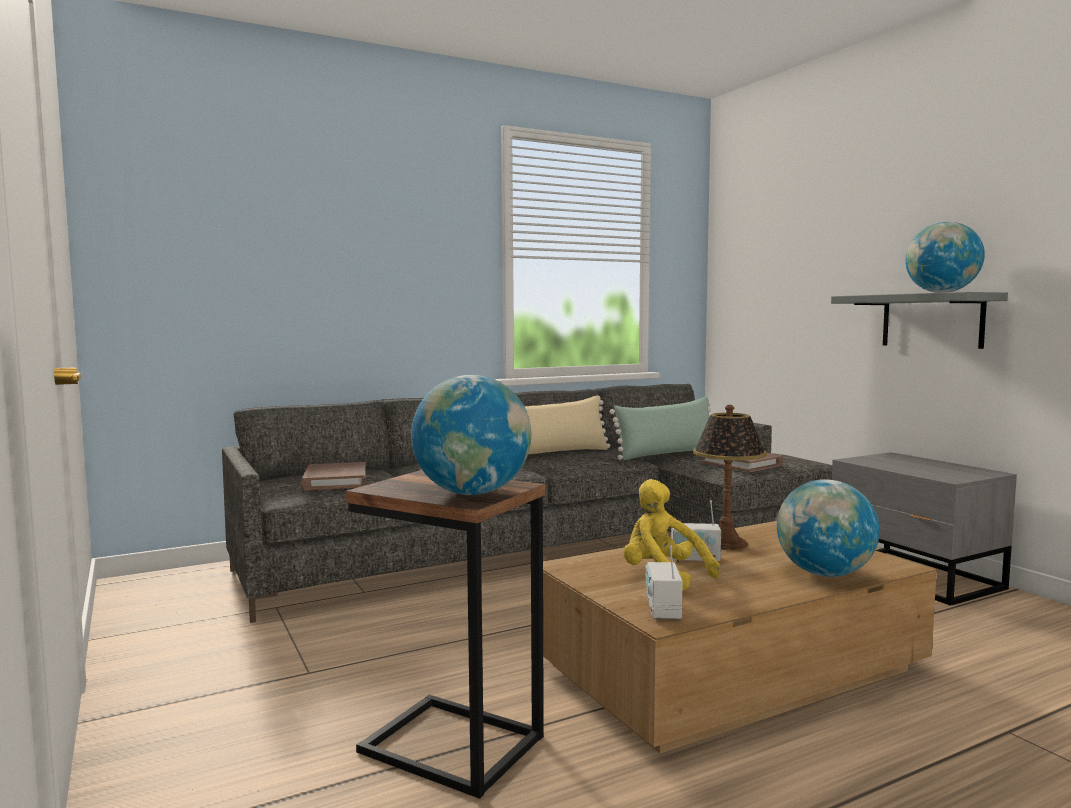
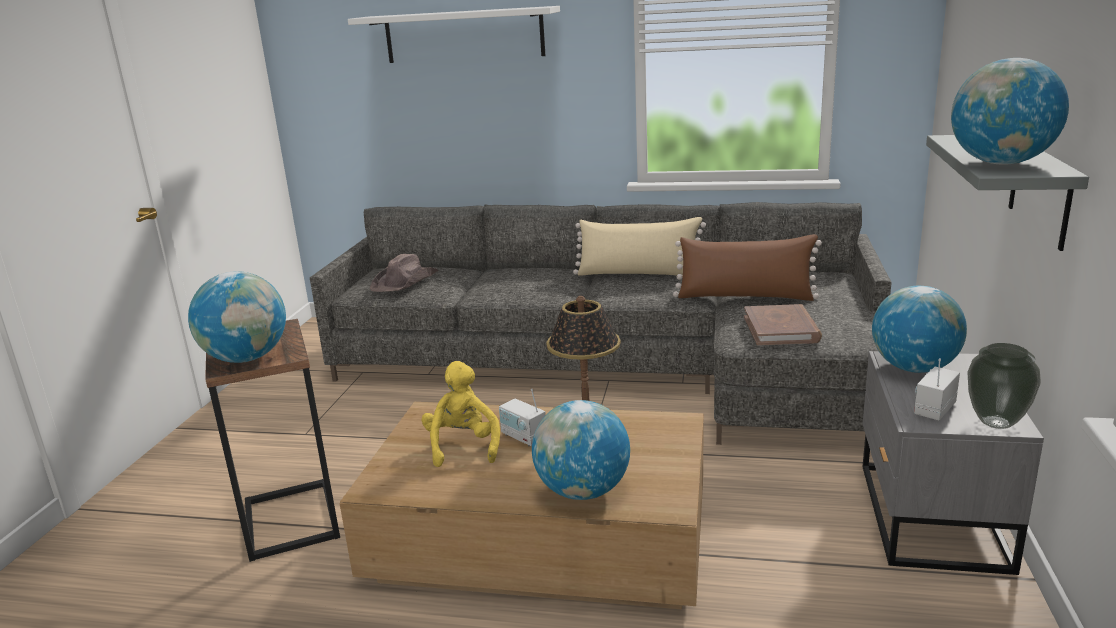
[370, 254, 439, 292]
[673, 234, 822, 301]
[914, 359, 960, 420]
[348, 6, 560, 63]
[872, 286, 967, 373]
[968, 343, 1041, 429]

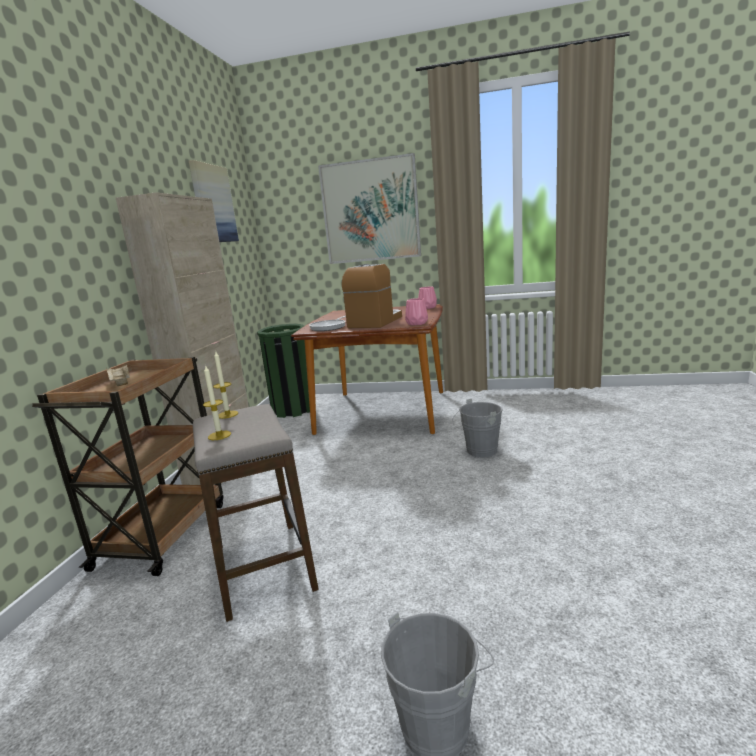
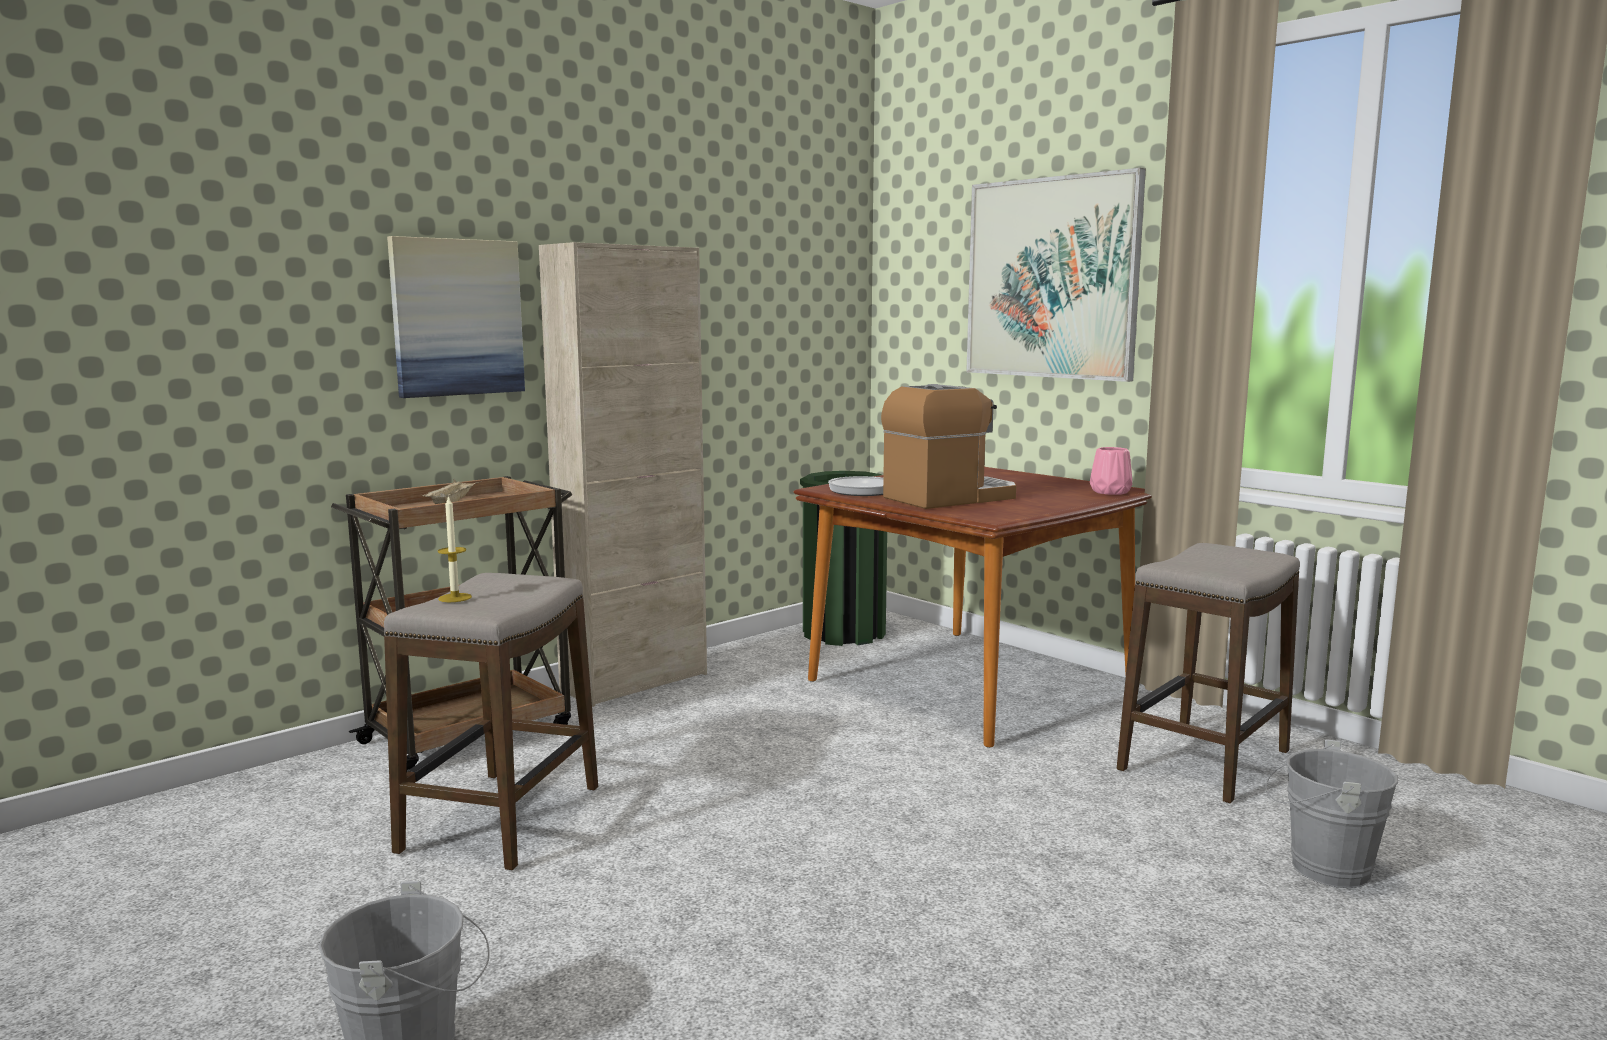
[387, 236, 525, 398]
[213, 350, 238, 419] (first image)
[405, 298, 428, 325] (first image)
[1265, 739, 1398, 888]
[1117, 543, 1300, 803]

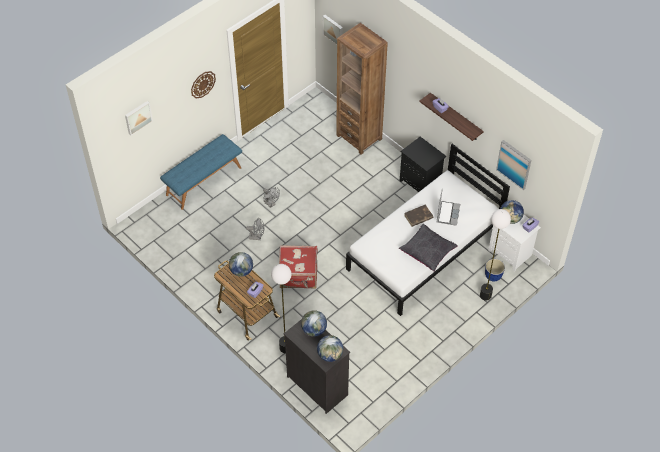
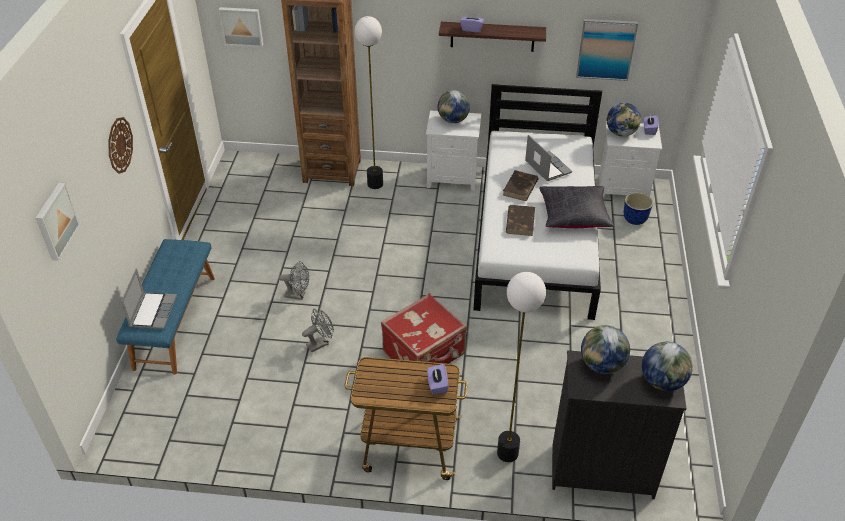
[438, 90, 470, 123]
[426, 110, 481, 191]
[355, 16, 383, 189]
[121, 268, 177, 329]
[506, 205, 535, 236]

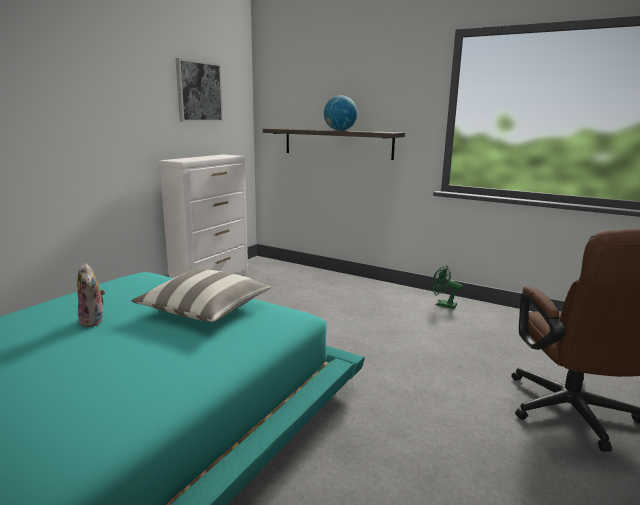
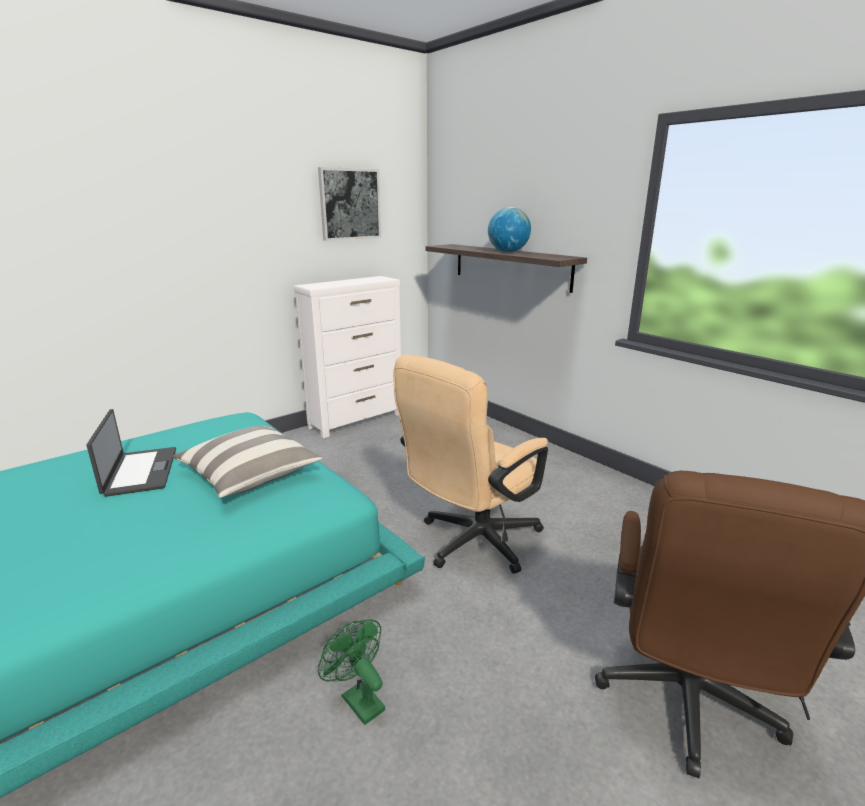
[87, 409, 176, 497]
[318, 619, 385, 725]
[393, 354, 548, 574]

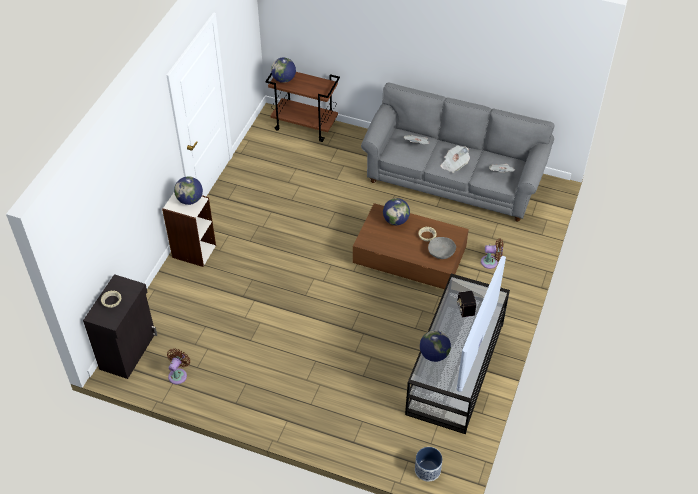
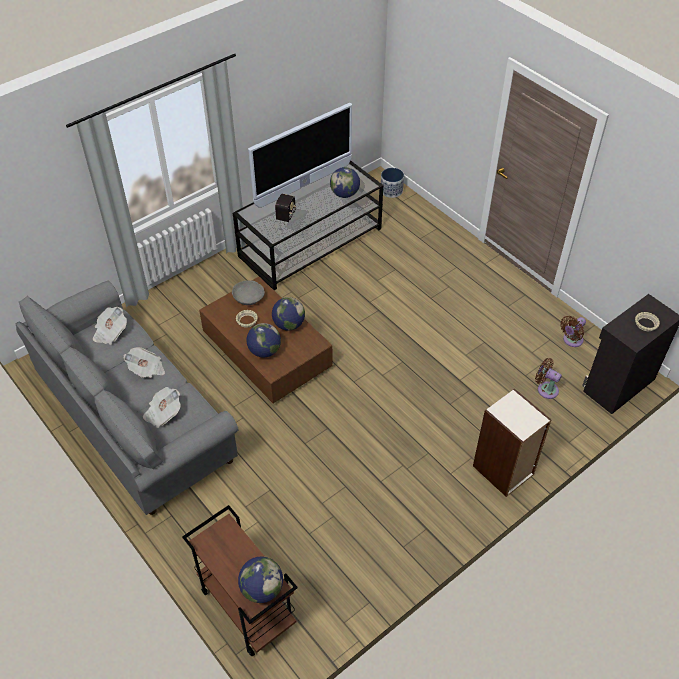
[272, 297, 305, 331]
[535, 358, 562, 399]

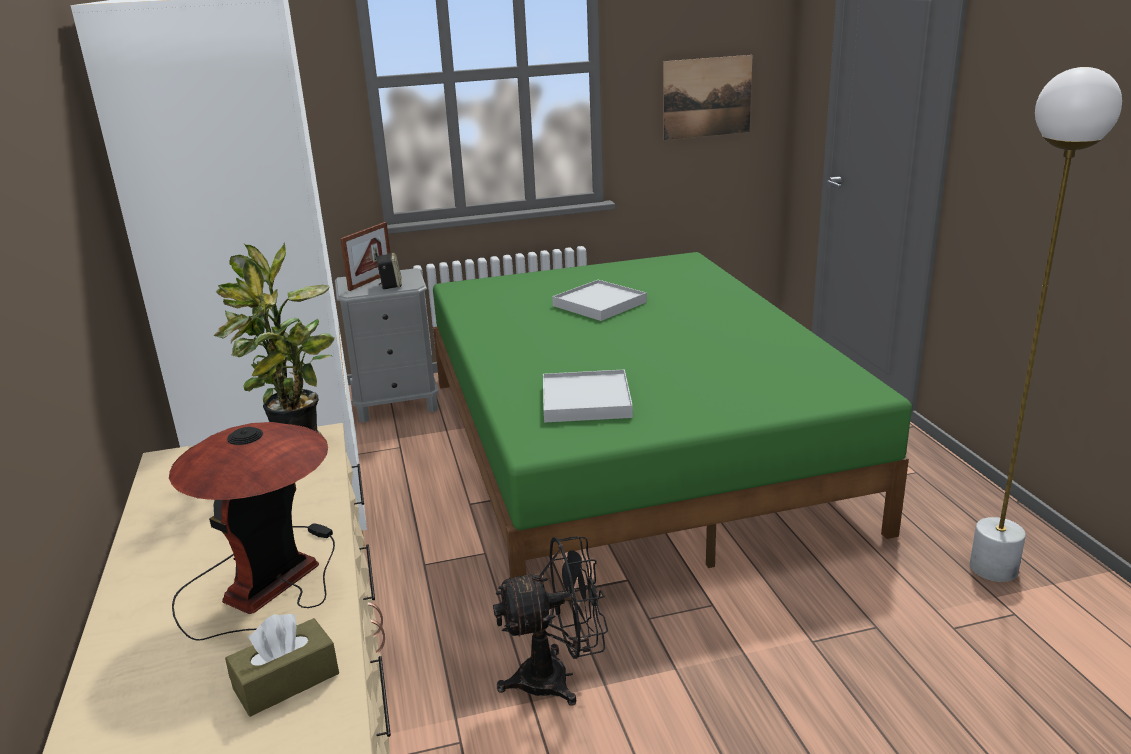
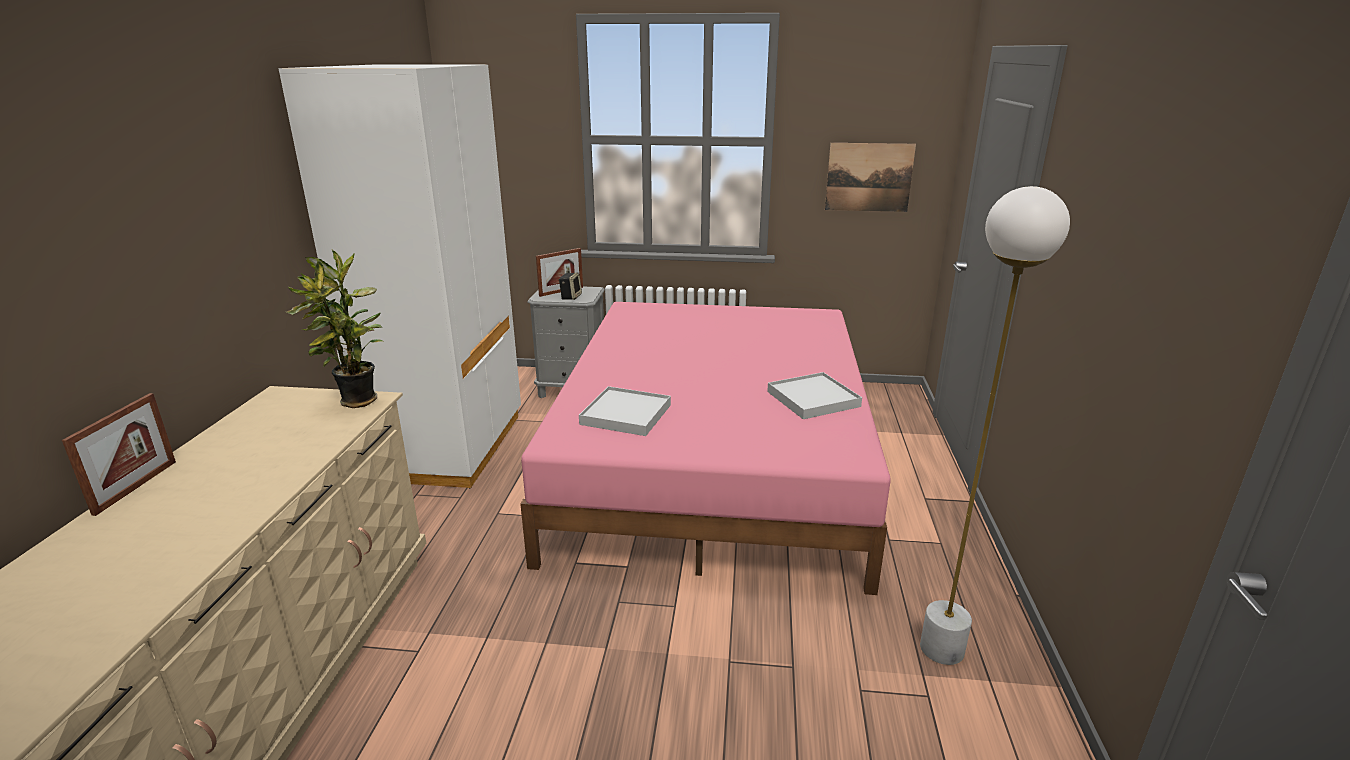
[169, 422, 335, 641] (first image)
[225, 614, 339, 717] (first image)
[520, 302, 891, 595]
[493, 536, 608, 706] (first image)
[767, 372, 862, 419]
[62, 393, 176, 516]

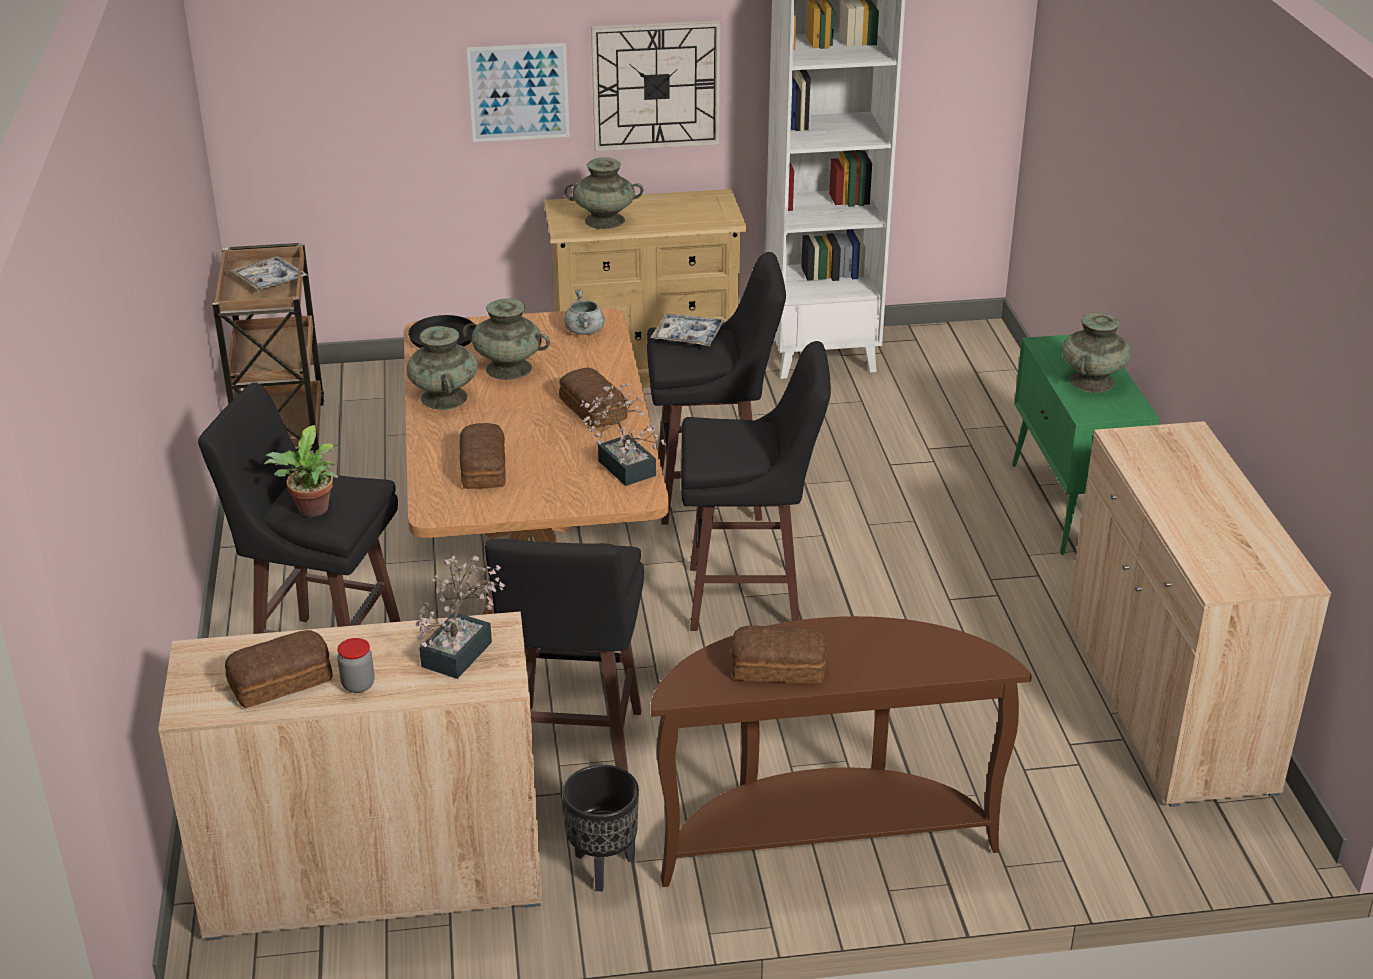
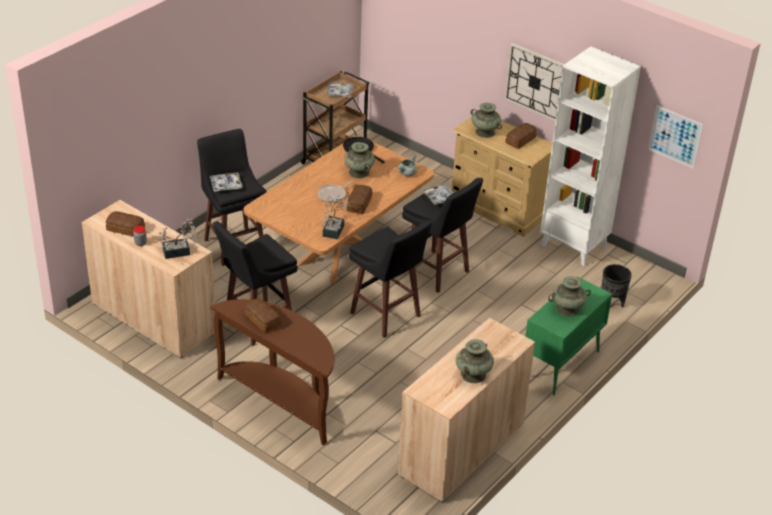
[210, 172, 243, 192]
[456, 339, 494, 383]
[506, 123, 536, 149]
[648, 106, 703, 169]
[601, 264, 632, 307]
[318, 181, 353, 202]

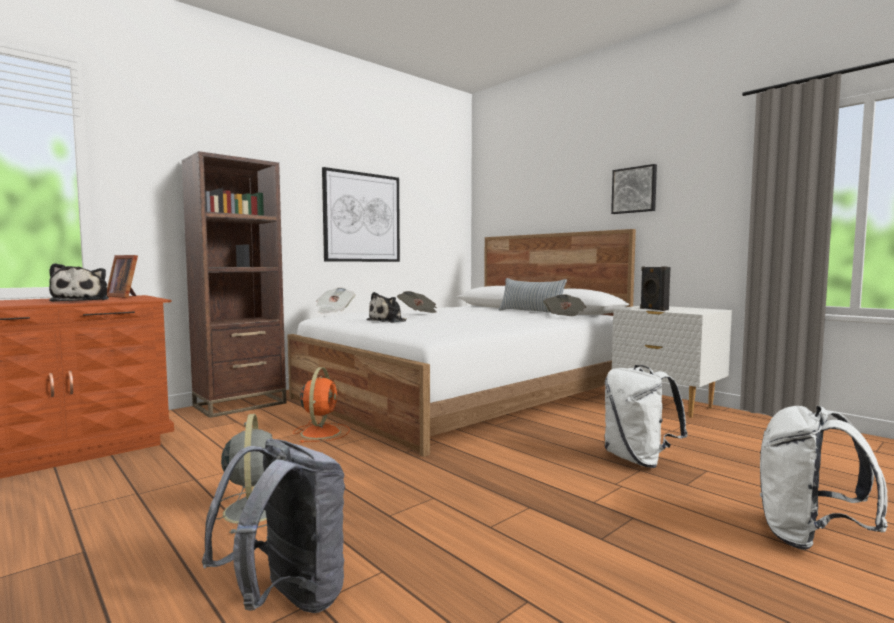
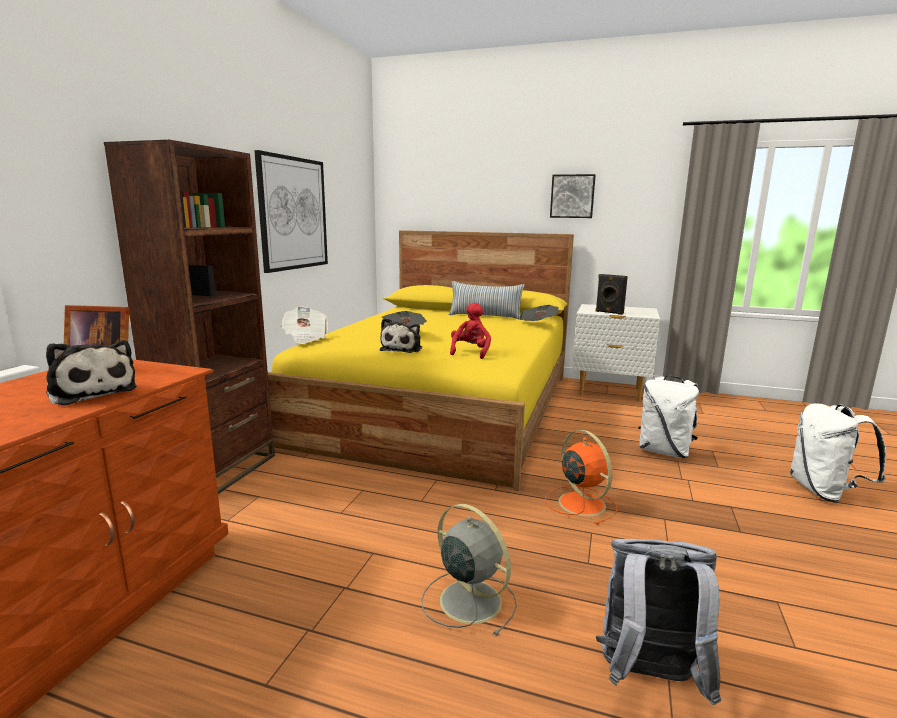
[267, 230, 574, 491]
[545, 430, 617, 525]
[450, 303, 491, 359]

